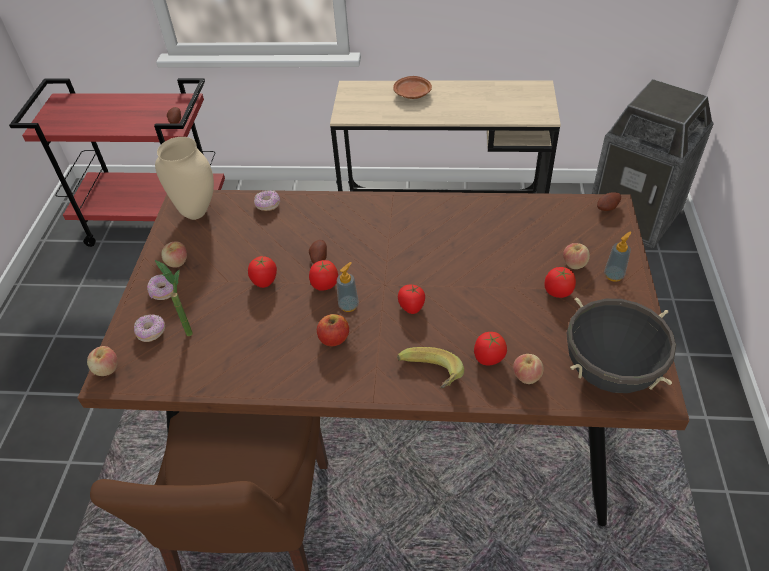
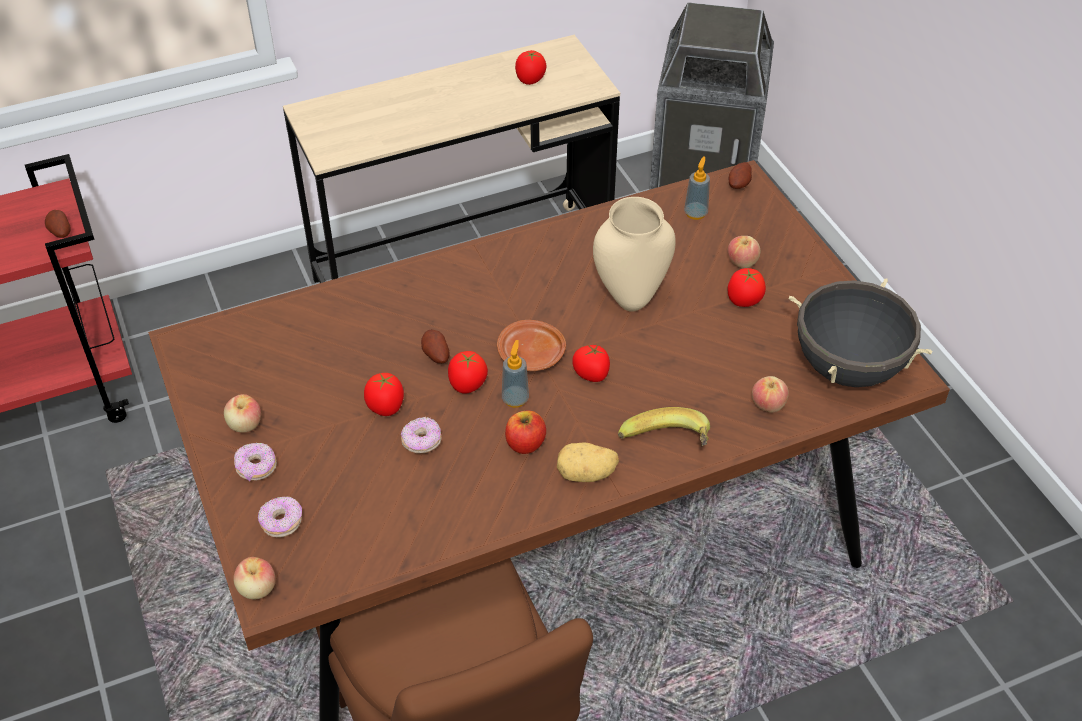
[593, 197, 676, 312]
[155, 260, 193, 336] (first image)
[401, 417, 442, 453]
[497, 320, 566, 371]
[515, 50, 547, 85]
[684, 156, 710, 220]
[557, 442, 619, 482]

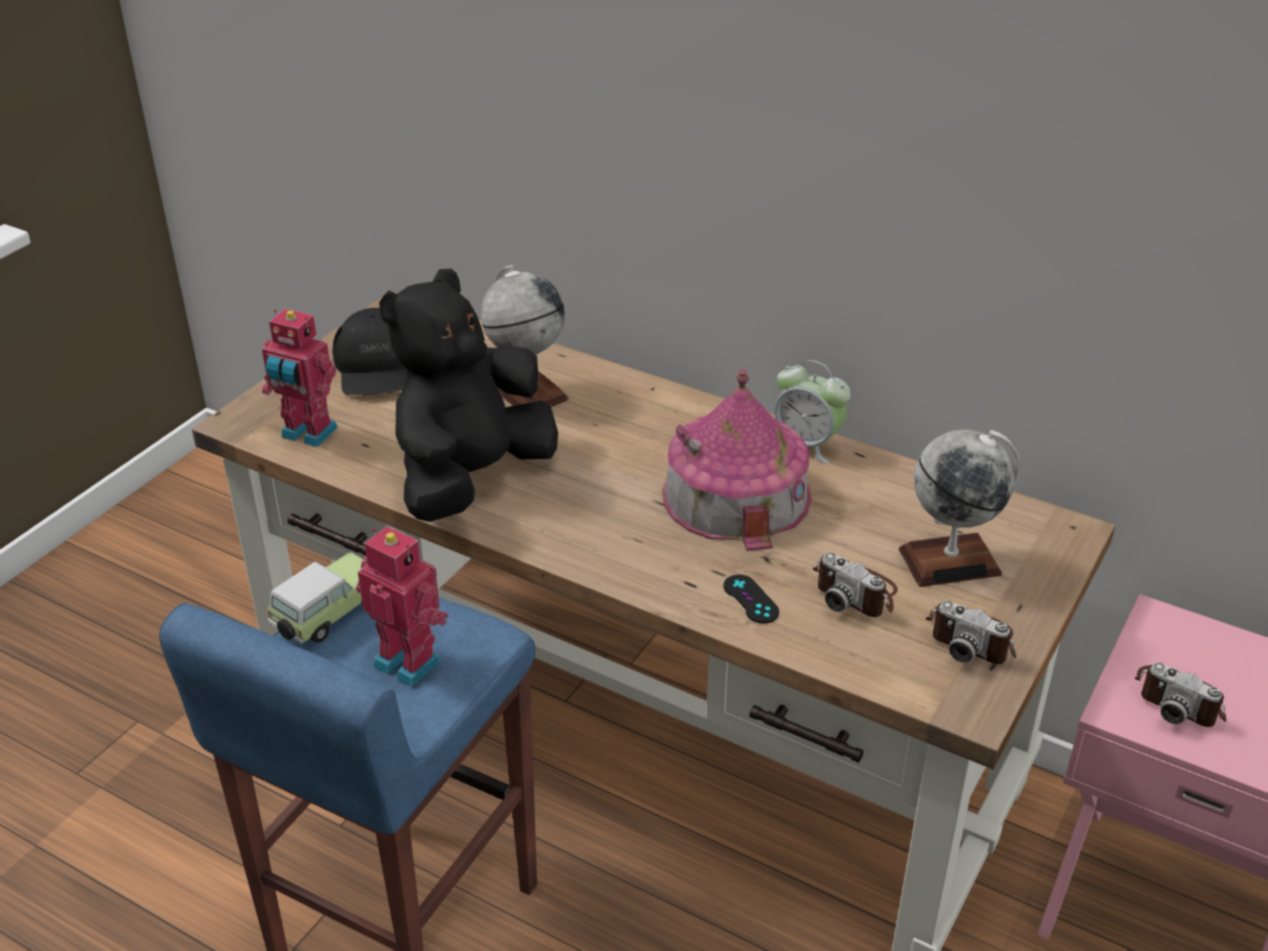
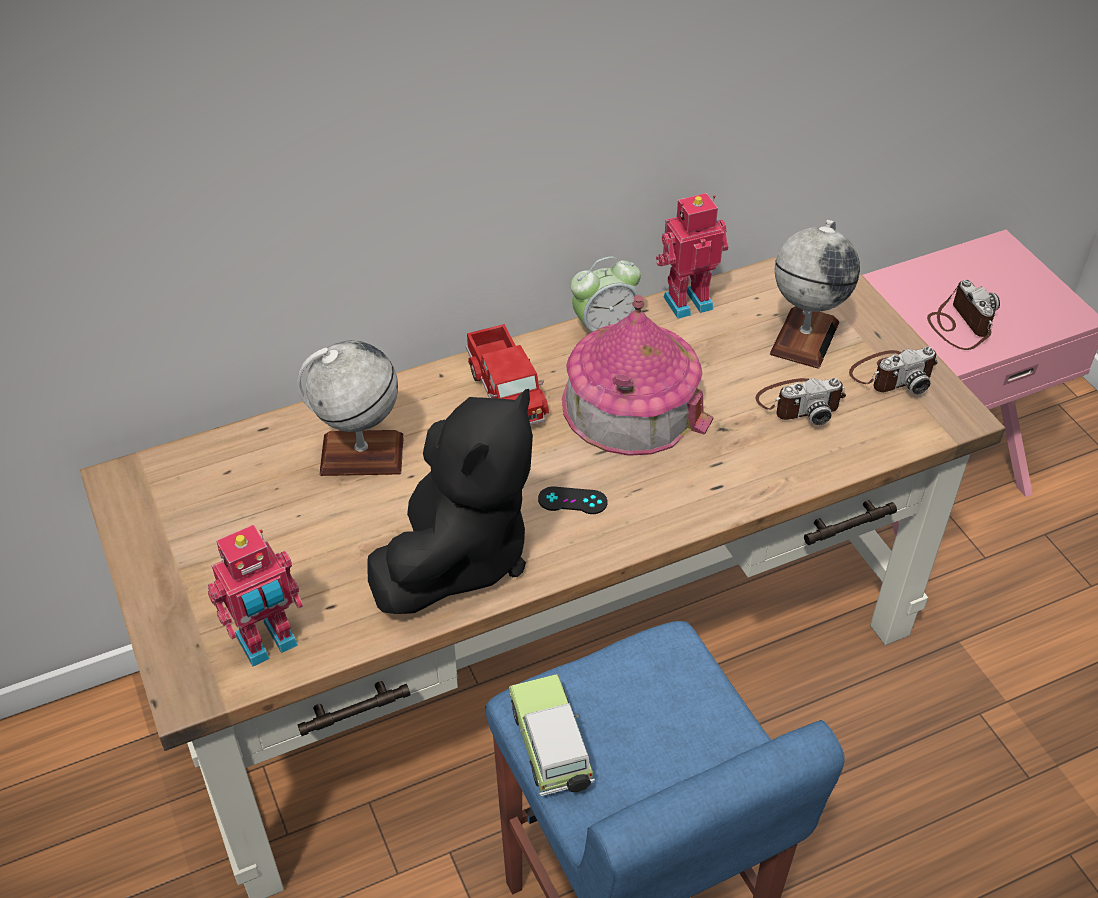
[332, 308, 407, 395] (first image)
[656, 193, 729, 319]
[367, 389, 533, 614]
[538, 487, 608, 514]
[927, 279, 1000, 350]
[466, 324, 549, 425]

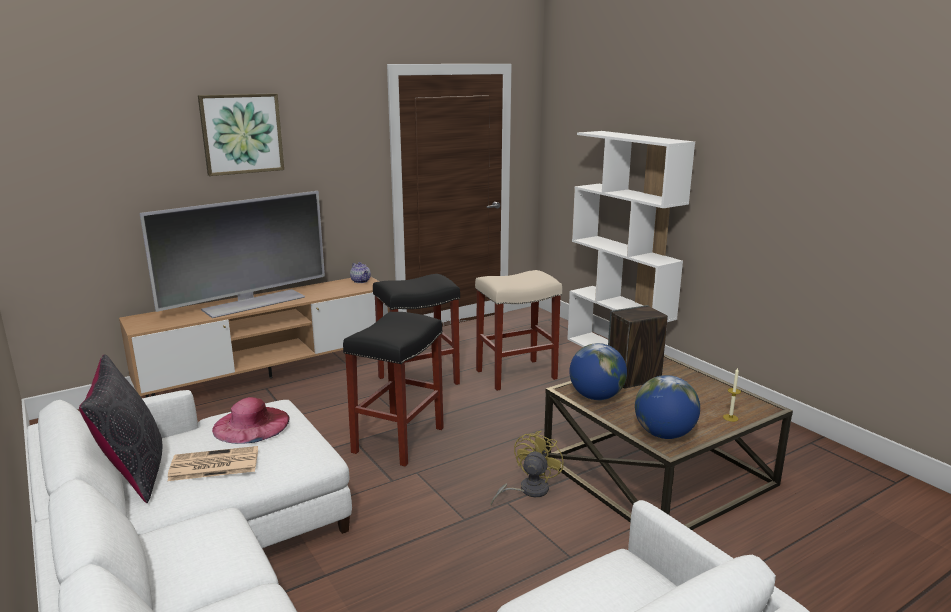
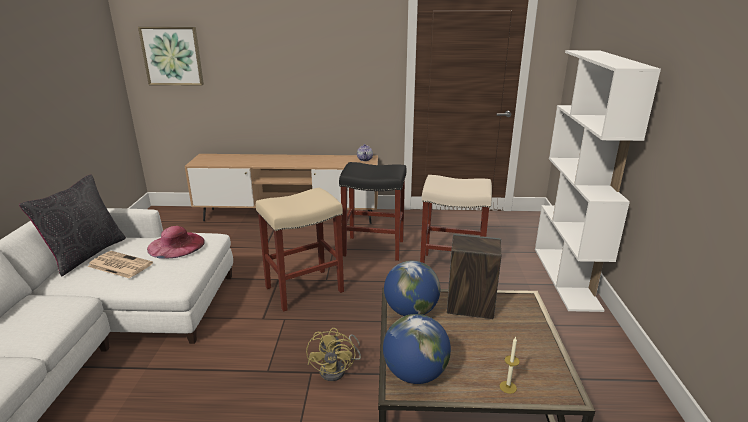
[140, 191, 325, 318] (first image)
[138, 27, 204, 86]
[256, 188, 344, 312]
[306, 328, 361, 381]

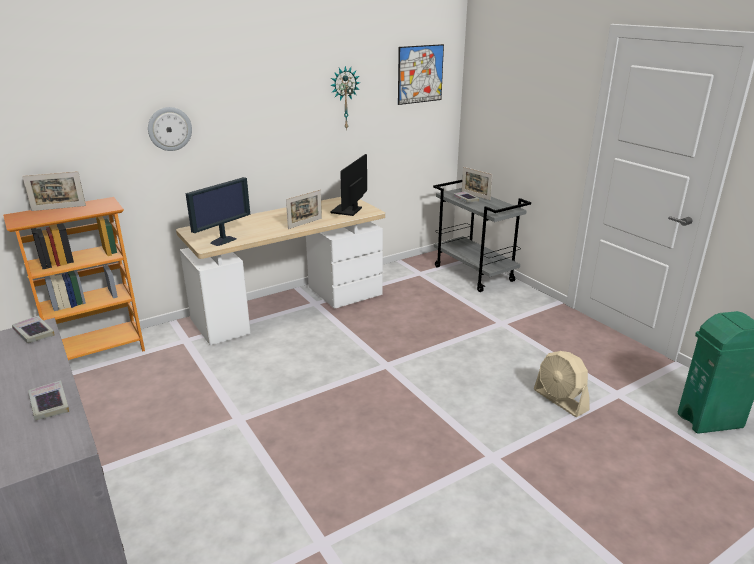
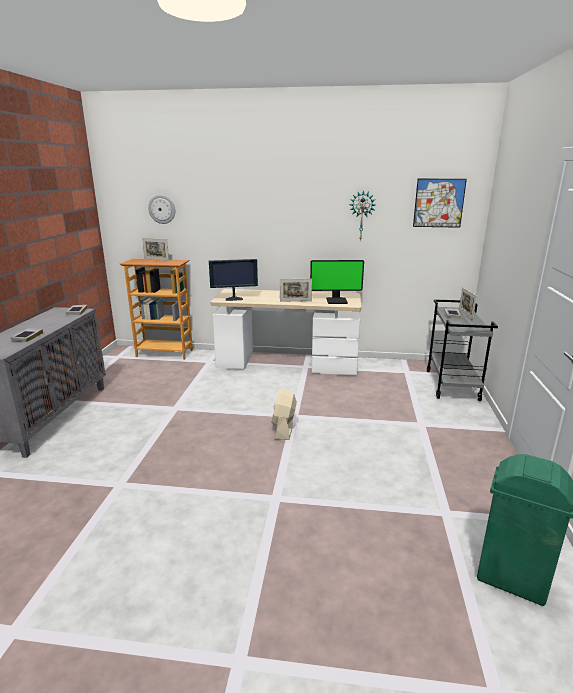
[148, 195, 176, 224]
[310, 260, 364, 304]
[271, 388, 297, 440]

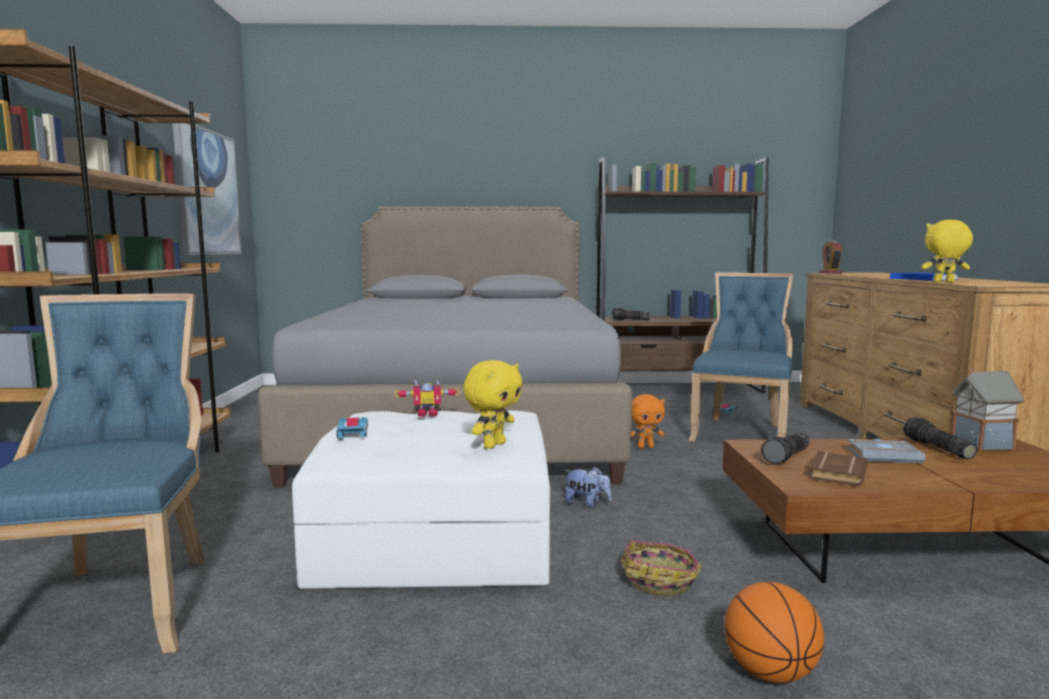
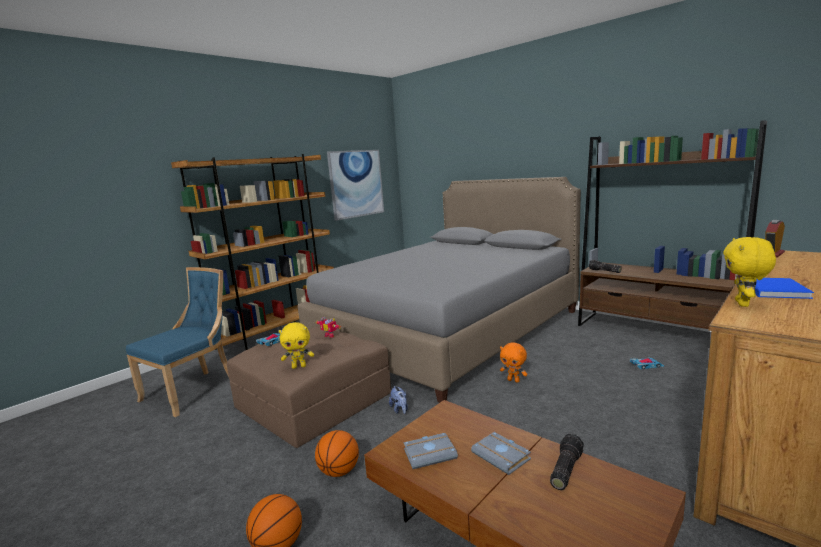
[227, 326, 391, 448]
[315, 430, 359, 477]
[689, 272, 793, 442] (first image)
[761, 432, 810, 464] (first image)
[403, 433, 458, 469]
[723, 237, 776, 307]
[950, 369, 1025, 451] (first image)

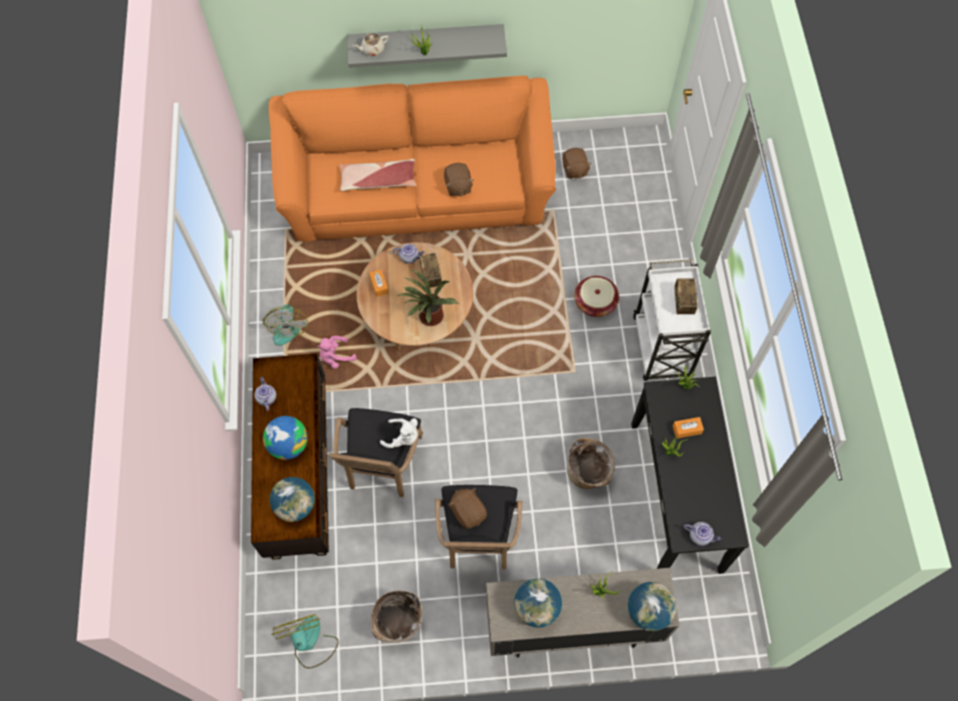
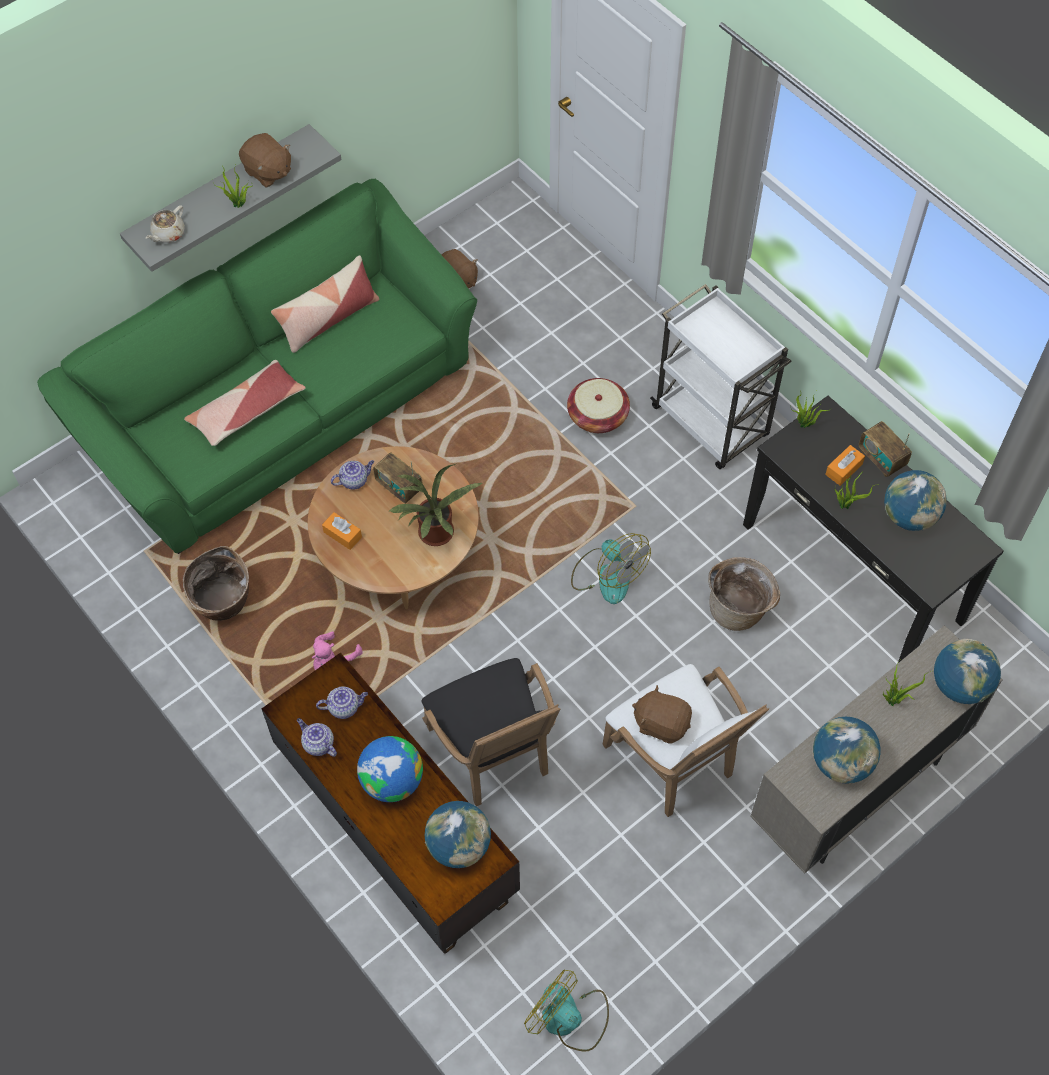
[571, 533, 651, 604]
[37, 179, 477, 554]
[183, 546, 249, 621]
[380, 418, 418, 448] (first image)
[602, 664, 769, 817]
[239, 133, 291, 188]
[859, 421, 912, 477]
[316, 687, 368, 719]
[271, 255, 379, 353]
[884, 470, 947, 531]

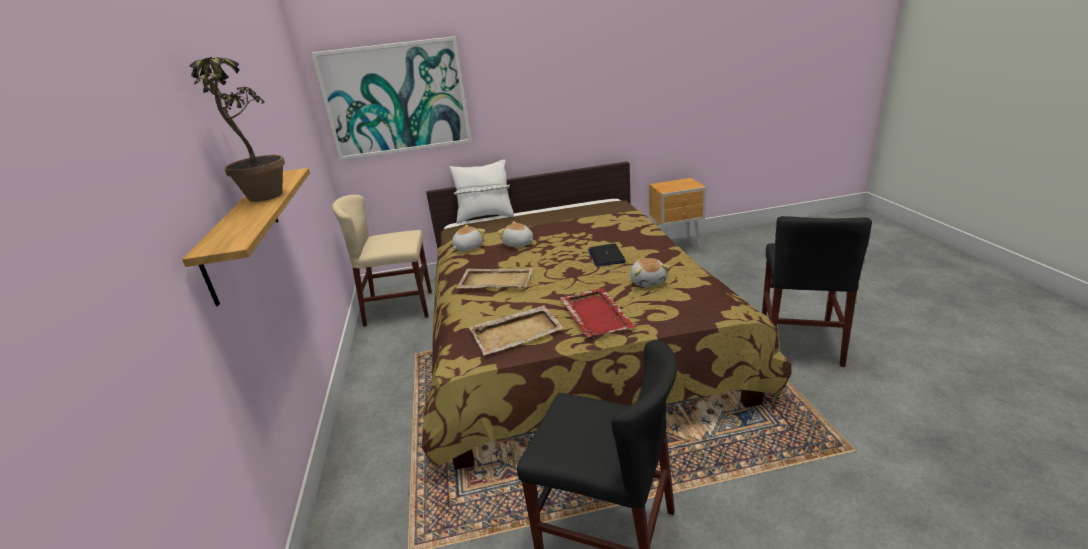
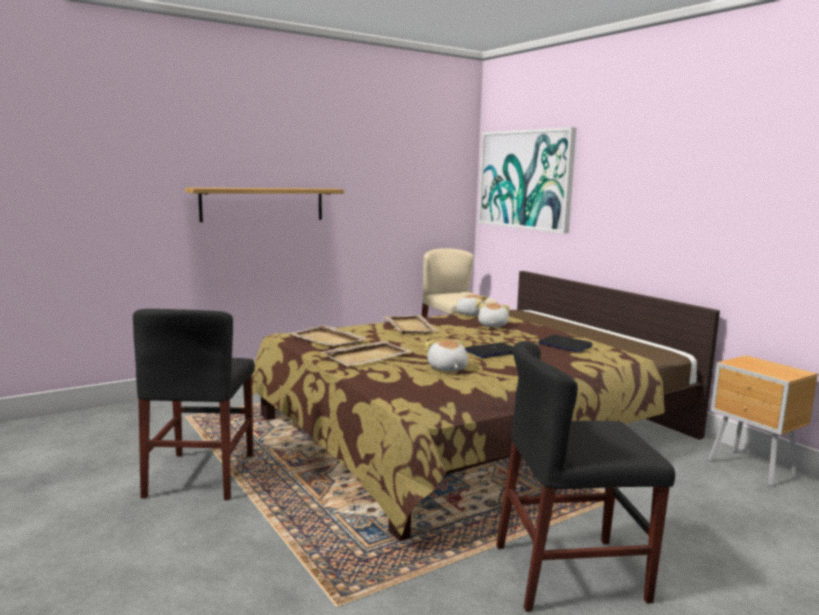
[189, 57, 285, 202] (first image)
[449, 160, 514, 224] (first image)
[321, 341, 412, 366]
[425, 340, 468, 372]
[538, 335, 593, 352]

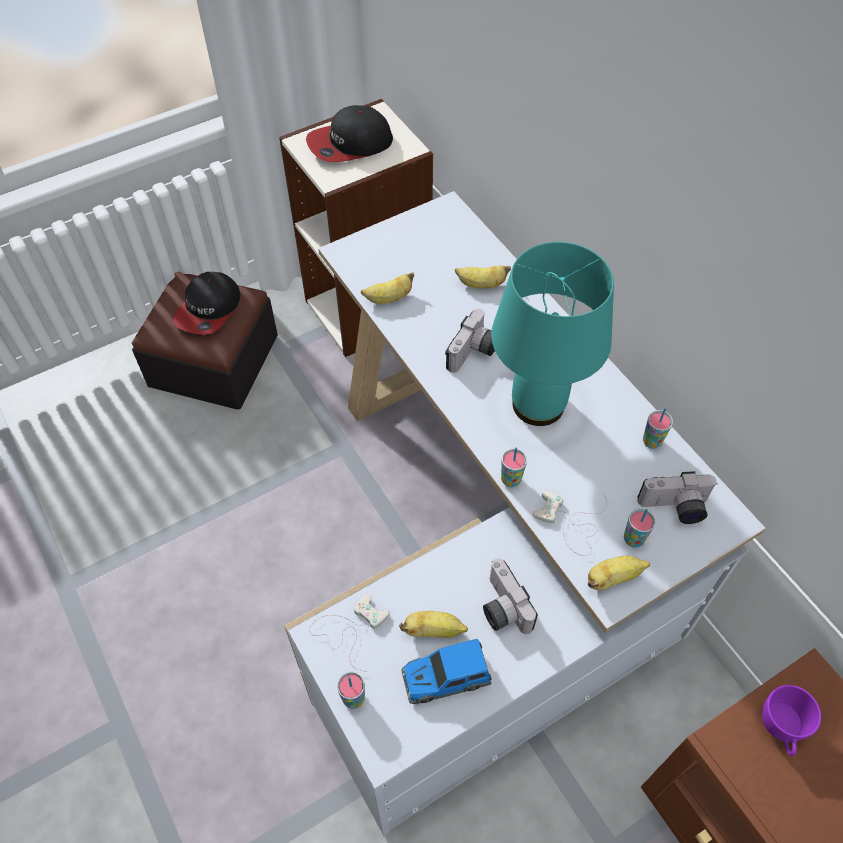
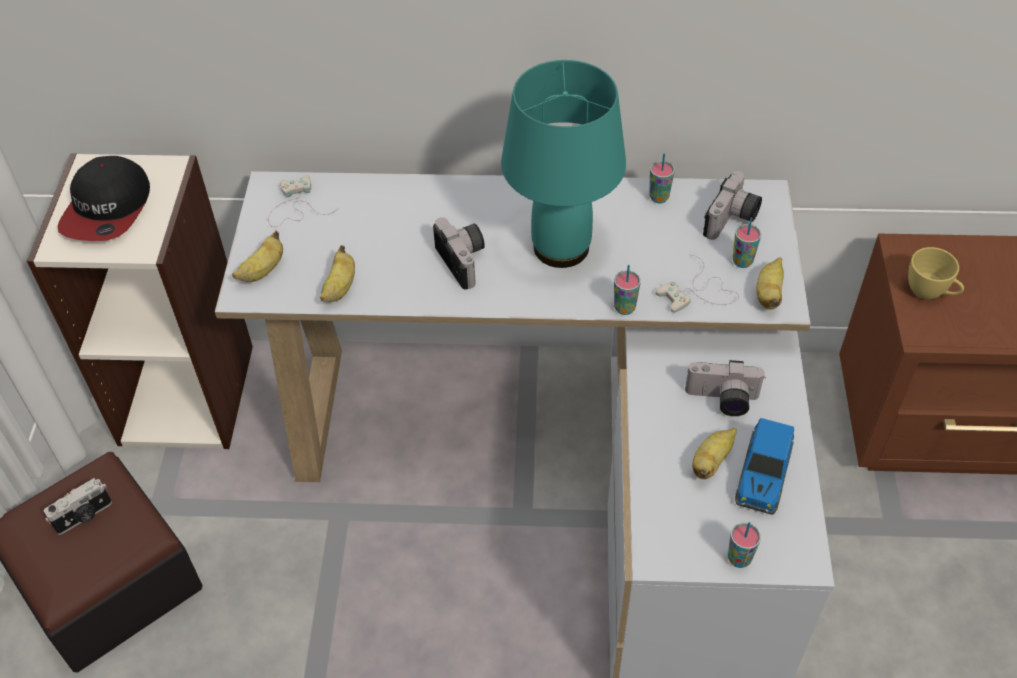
[44, 478, 112, 535]
[268, 175, 336, 227]
[232, 231, 283, 282]
[908, 247, 964, 299]

